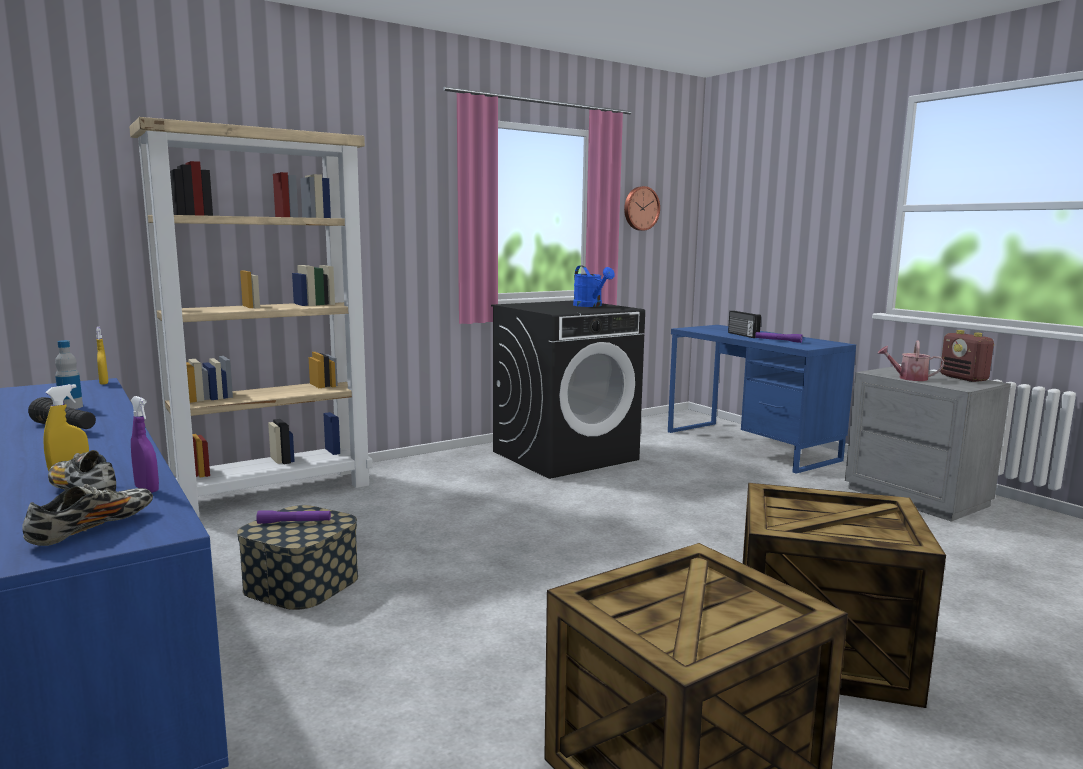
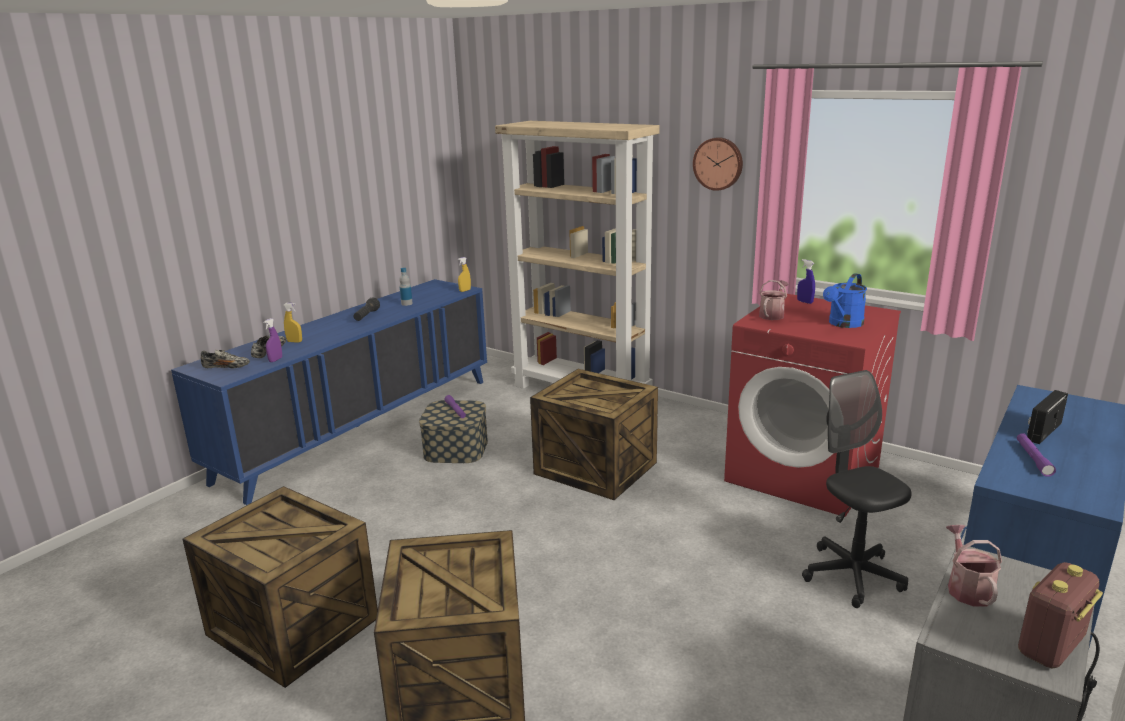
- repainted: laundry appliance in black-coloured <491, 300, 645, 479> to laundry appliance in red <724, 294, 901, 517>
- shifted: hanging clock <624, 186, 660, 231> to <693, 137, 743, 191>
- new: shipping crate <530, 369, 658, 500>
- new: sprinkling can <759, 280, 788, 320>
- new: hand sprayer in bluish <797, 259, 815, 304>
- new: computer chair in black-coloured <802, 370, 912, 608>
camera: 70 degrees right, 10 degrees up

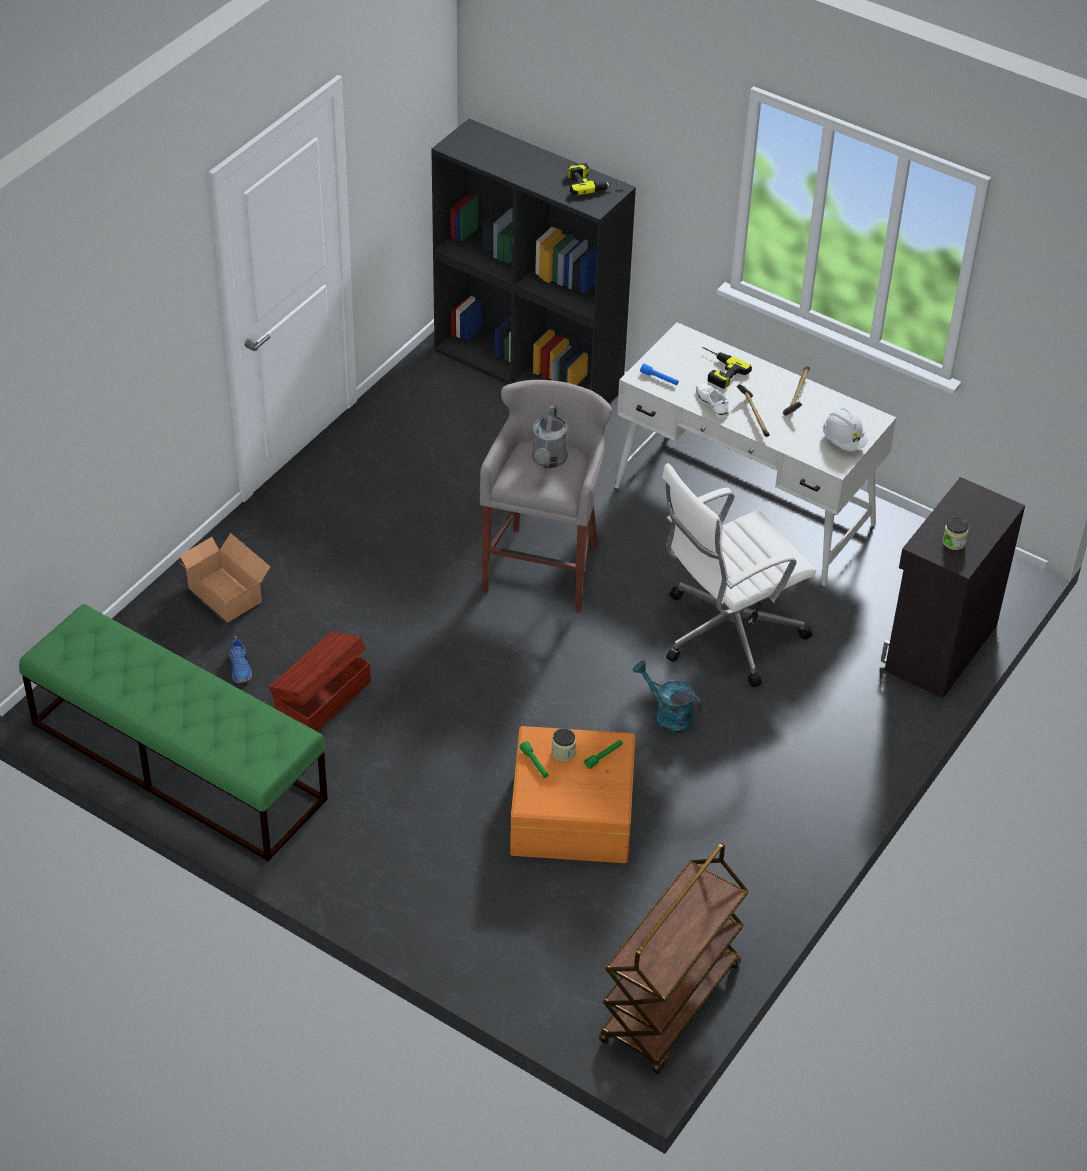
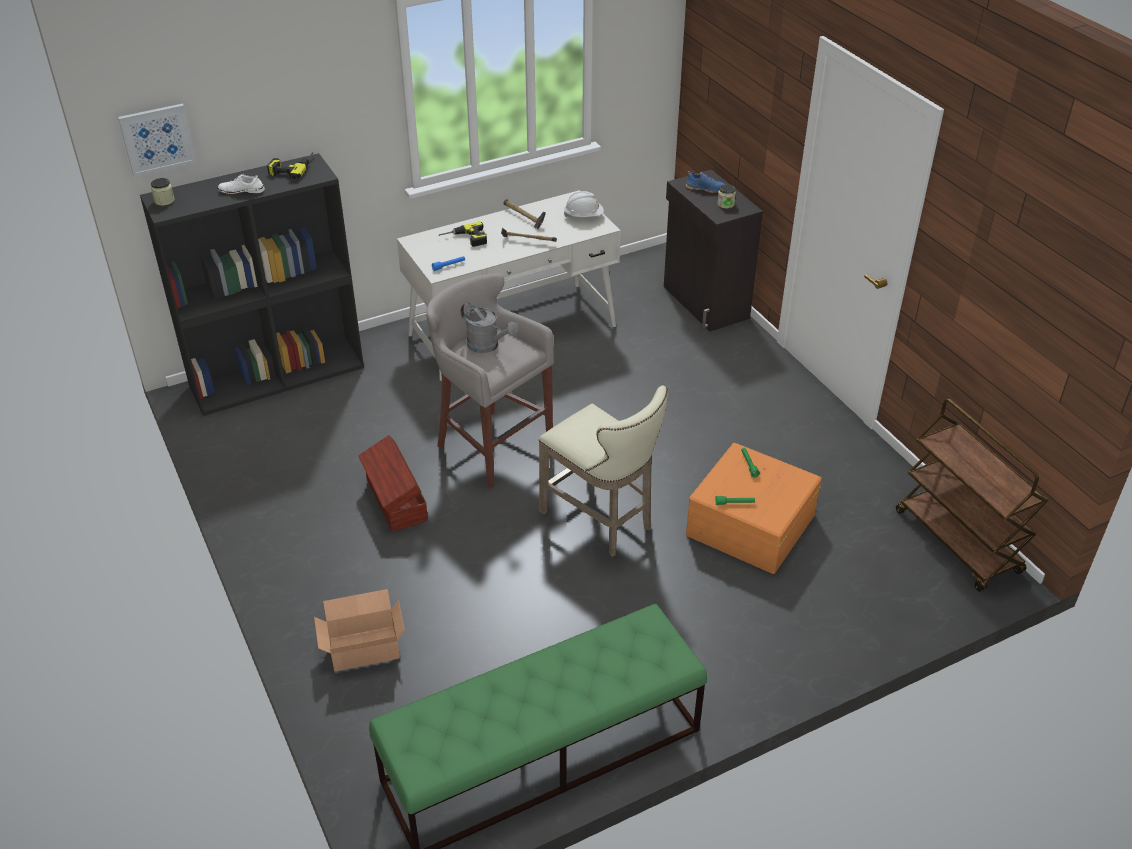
- shifted: low shoe in bluish <230, 636, 252, 683> to <686, 171, 725, 193>
- shifted: storage bin in brown <269, 631, 371, 731> to <358, 435, 428, 532>
- shifted: preserve jar <552, 728, 576, 762> to <151, 178, 175, 206>
- gone: sprinkling can in turquoise <633, 661, 702, 733>
- gone: computer chair in whitish <662, 463, 816, 688>
- shifted: low shoe in whitish <696, 383, 729, 418> to <218, 174, 265, 194>
- new: wall picture <118, 103, 196, 177>
- new: stool seat in beige-coloured <539, 385, 668, 557>
camera: 60 degrees left, 5 degrees down

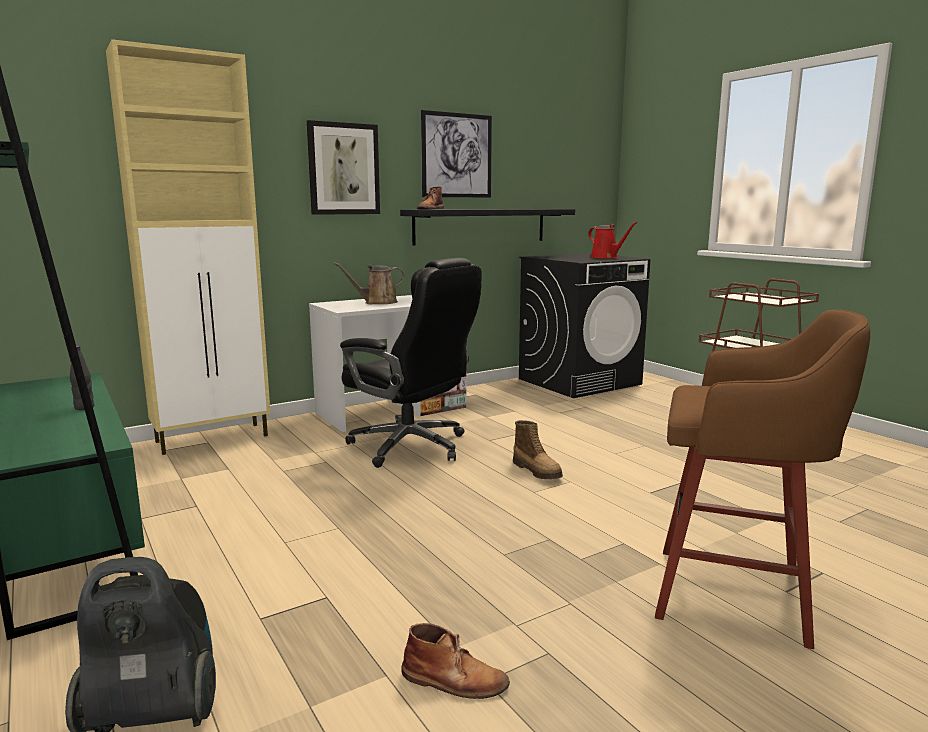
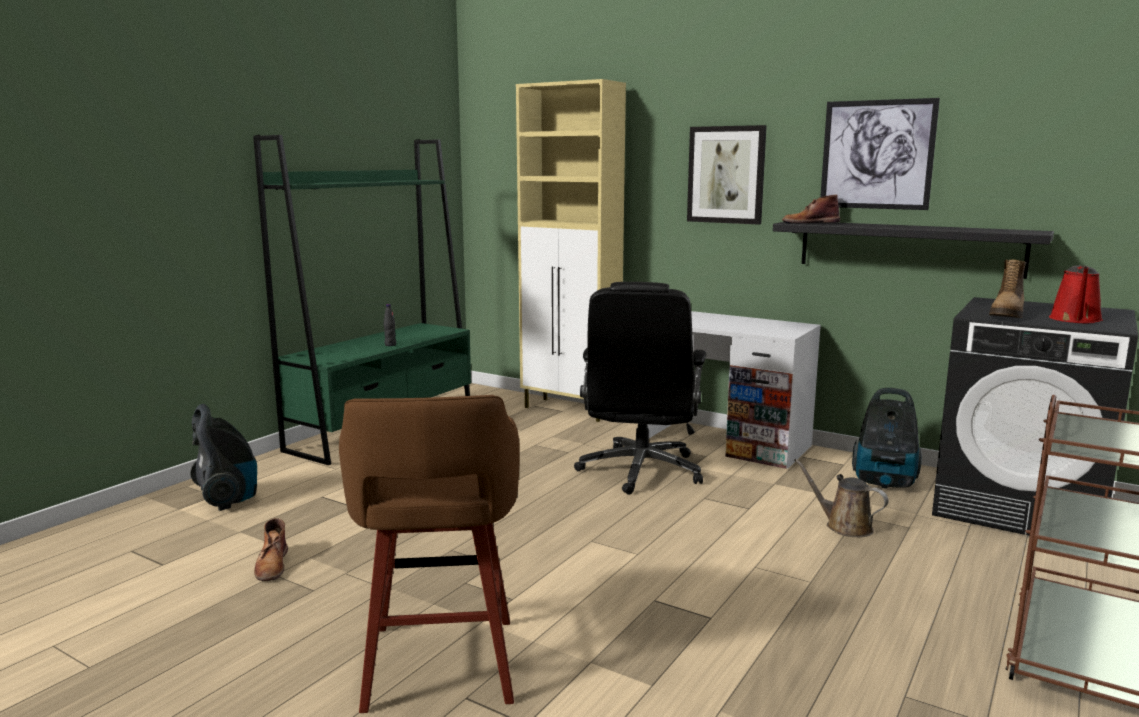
- shifted: sprinkling can in brown <334, 262, 404, 304> to <794, 459, 888, 537>
- shifted: tall boot <513, 420, 563, 479> to <989, 260, 1027, 318>
- new: vacuum cleaner <852, 388, 922, 488>
camera: 65 degrees right, 0 degrees up

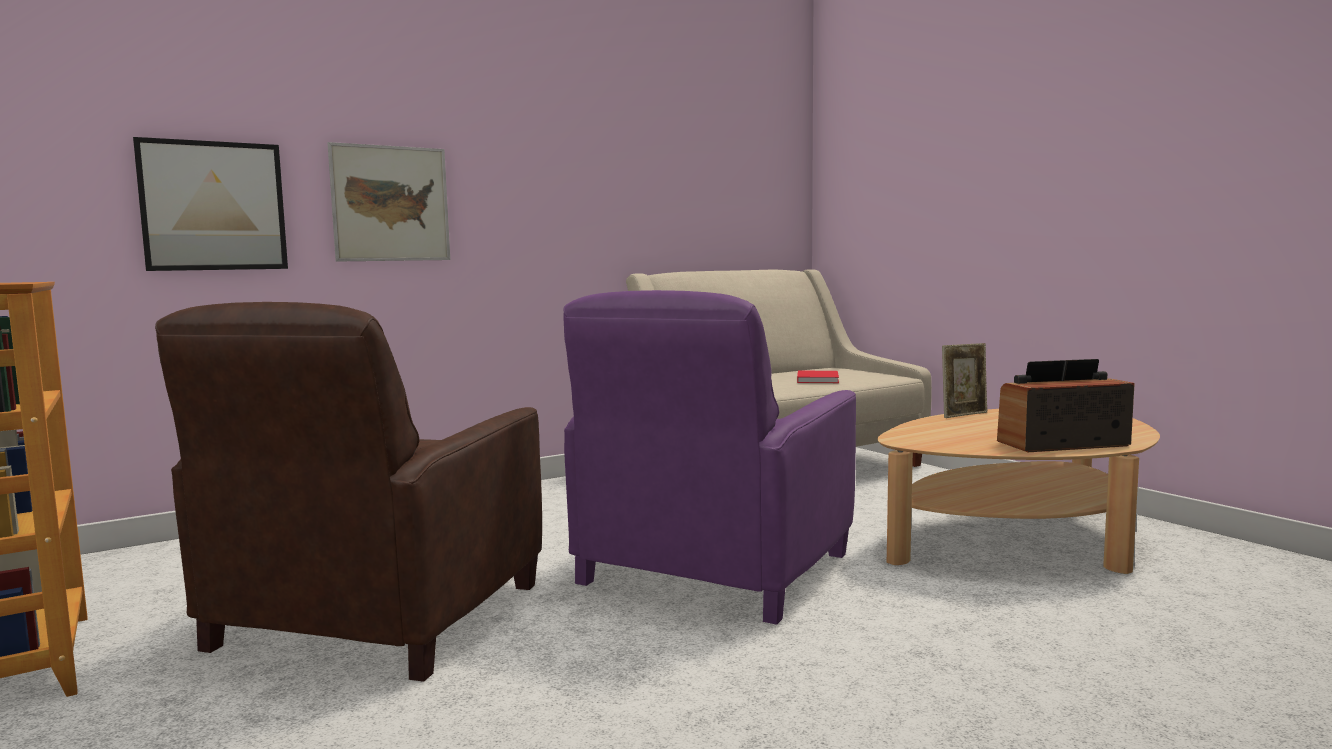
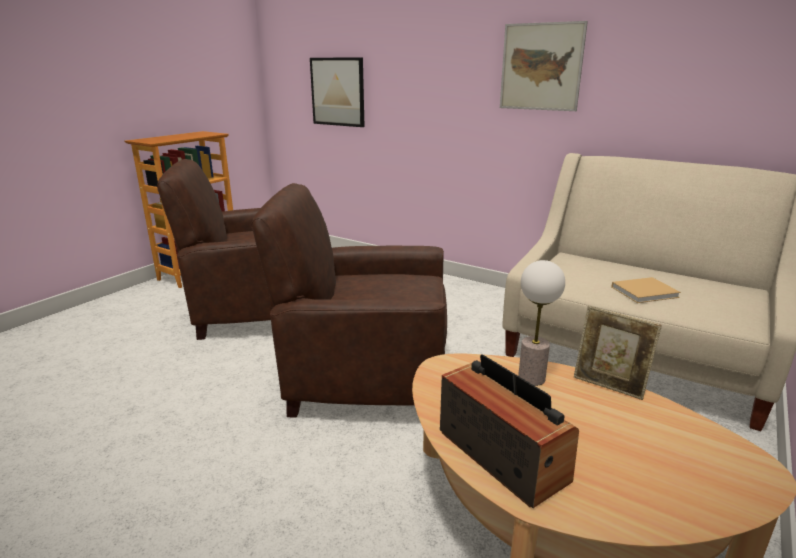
- shifted: wall picture <327, 142, 450, 262> to <500, 21, 588, 111>
- repainted: lounge chair in purple <563, 290, 856, 625> to lounge chair in brown <251, 183, 447, 418>
- repainted: bound book in red <797, 371, 839, 383> to bound book in beige-coloured <611, 277, 681, 303>
- new: tabletop lamp <518, 260, 565, 386>
camera: 65 degrees right, 15 degrees up

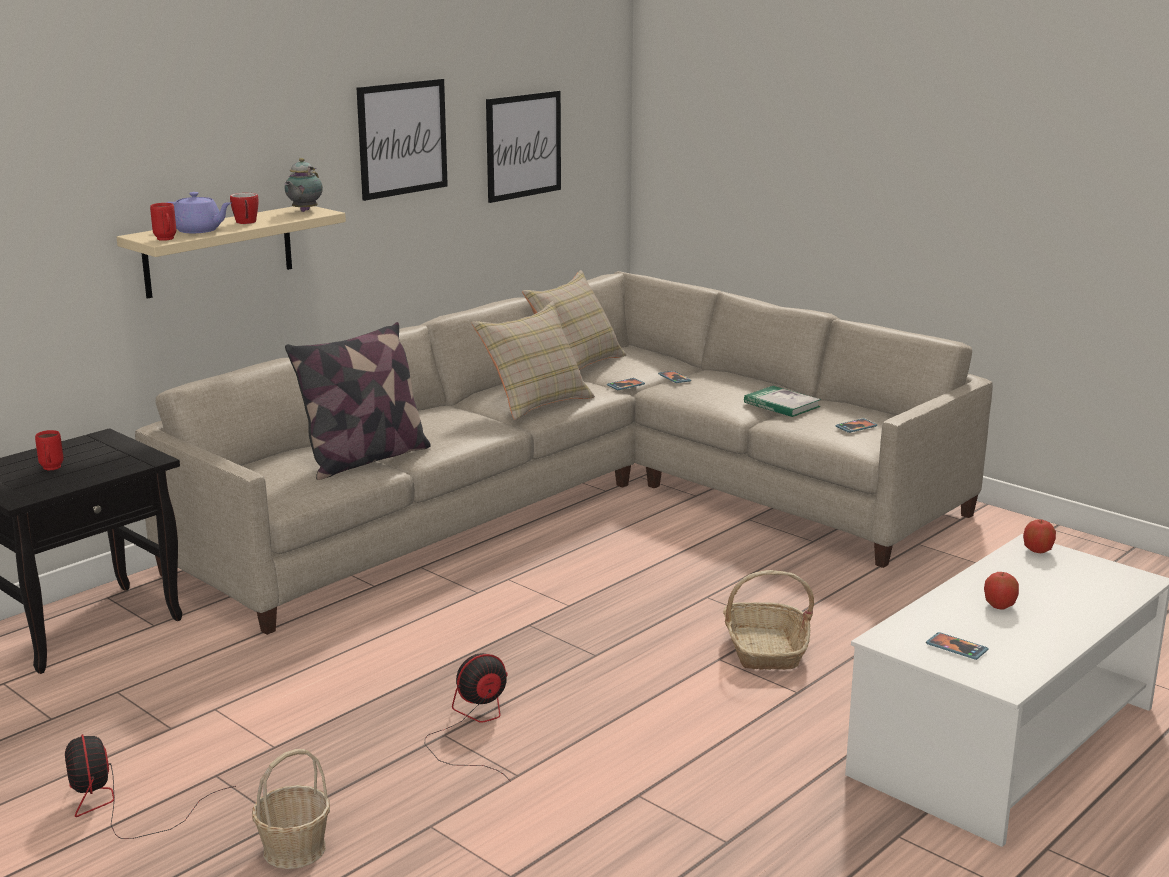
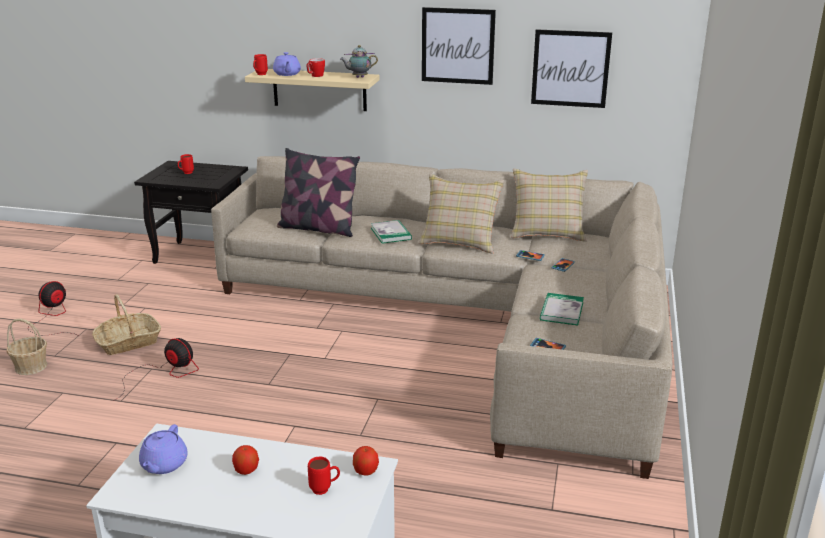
- shifted: basket <723, 570, 814, 670> to <92, 294, 161, 355>
- swapped: handset <926, 632, 989, 660> to teapot in purple <139, 424, 188, 474>
- new: mug in red <308, 457, 340, 495>
- new: bound book <371, 220, 412, 244>
camera: 60 degrees right, 5 degrees up

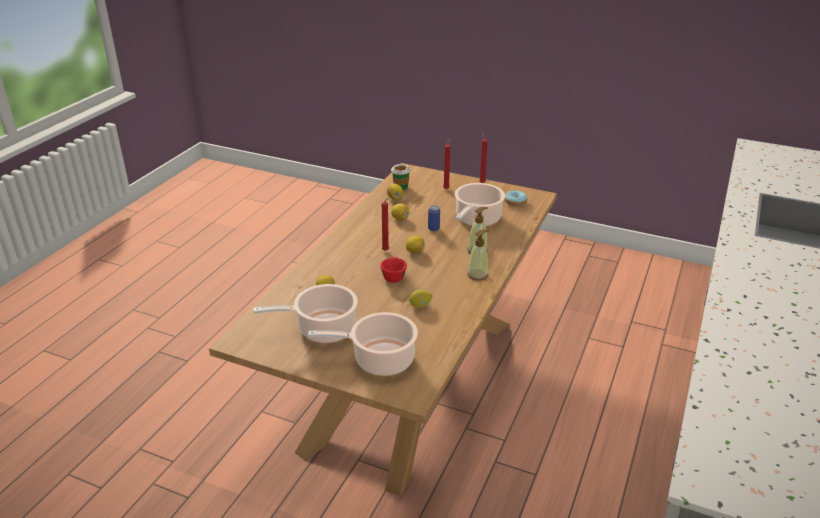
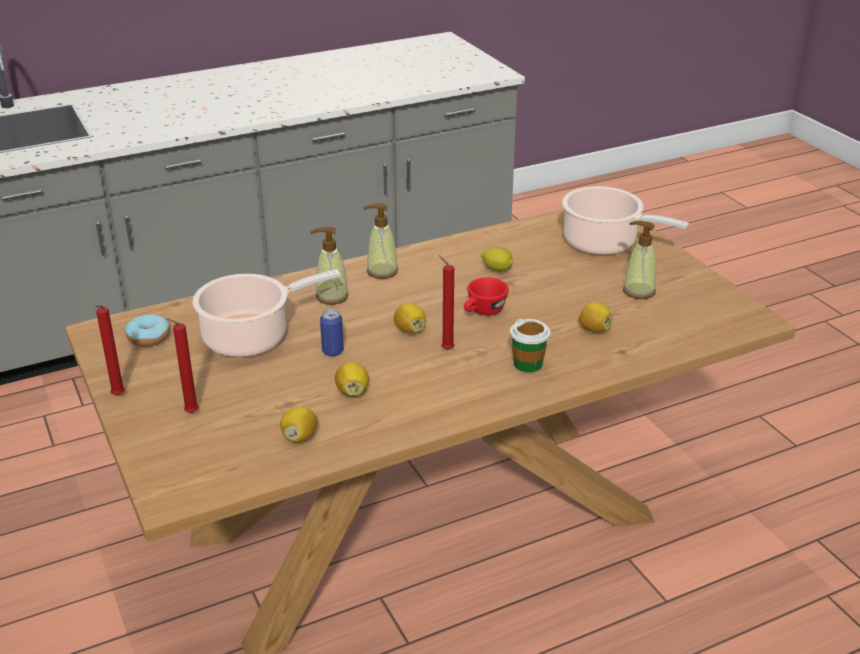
- swapped: saucepot <253, 284, 358, 343> to soap dispenser <623, 221, 656, 299>
- shifted: cup <391, 164, 411, 190> to <510, 318, 551, 373>
camera: 140 degrees left, 0 degrees up

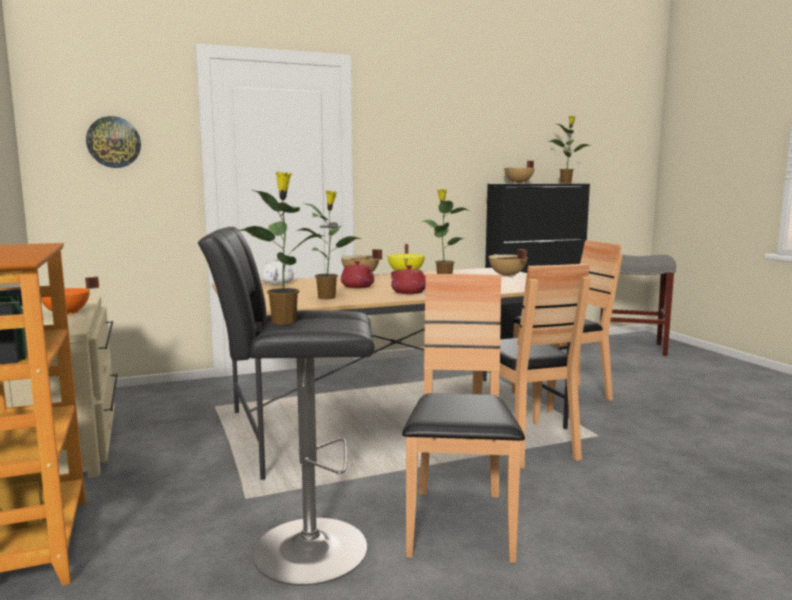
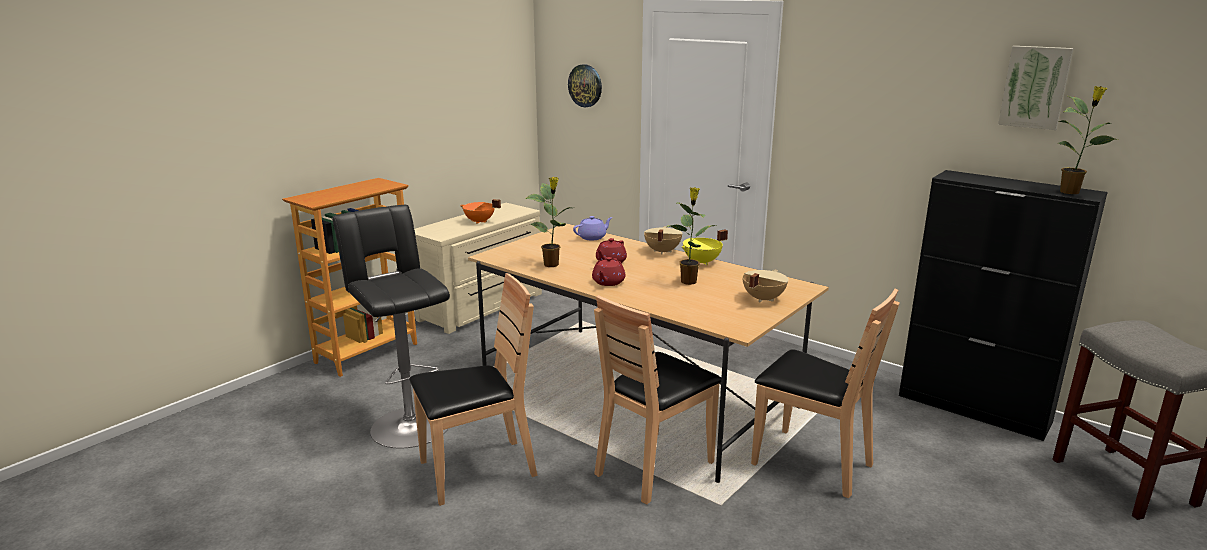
- gone: plant in a pot <238, 172, 323, 325>
- repainted: teapot in whitish <261, 258, 294, 285> to teapot in purple <573, 216, 613, 241>
- gone: saucepot in beige-coloured <504, 161, 535, 184>
- new: wall picture <998, 46, 1074, 130>
camera: 60 degrees right, 10 degrees up

